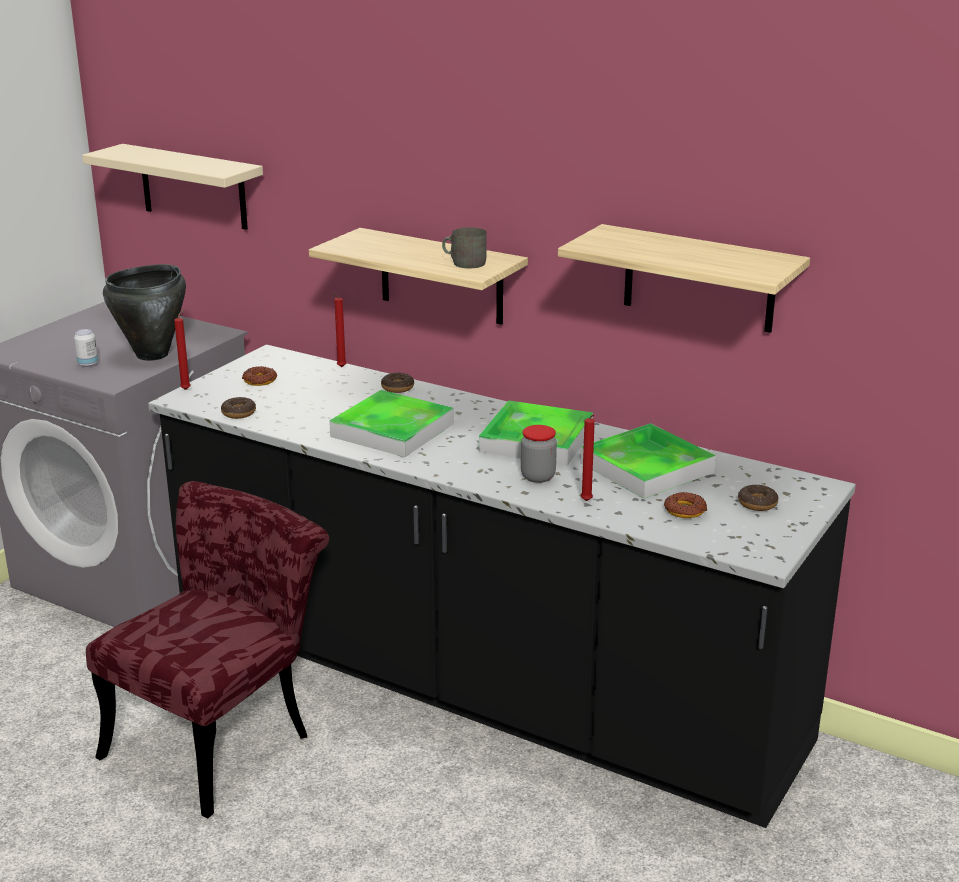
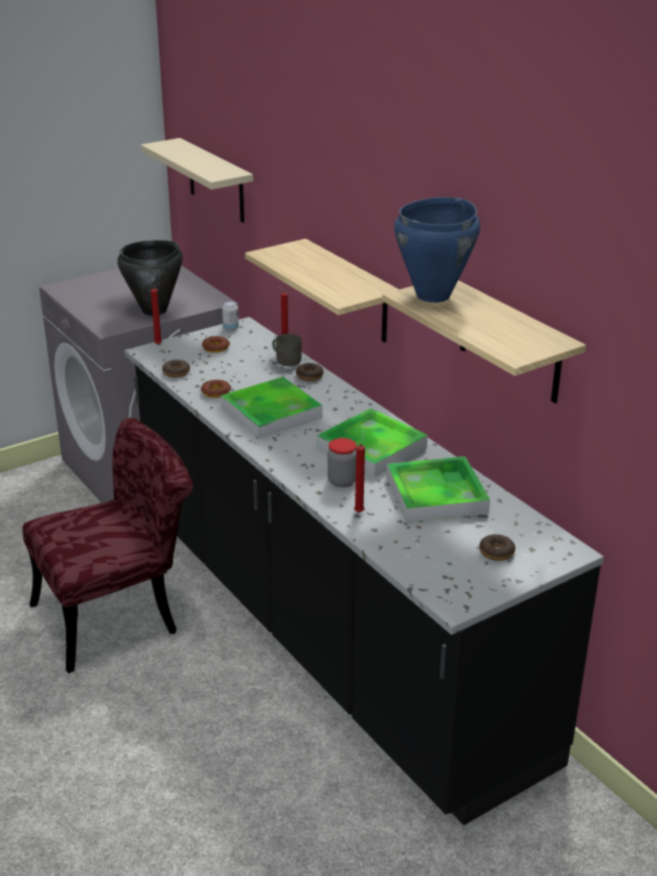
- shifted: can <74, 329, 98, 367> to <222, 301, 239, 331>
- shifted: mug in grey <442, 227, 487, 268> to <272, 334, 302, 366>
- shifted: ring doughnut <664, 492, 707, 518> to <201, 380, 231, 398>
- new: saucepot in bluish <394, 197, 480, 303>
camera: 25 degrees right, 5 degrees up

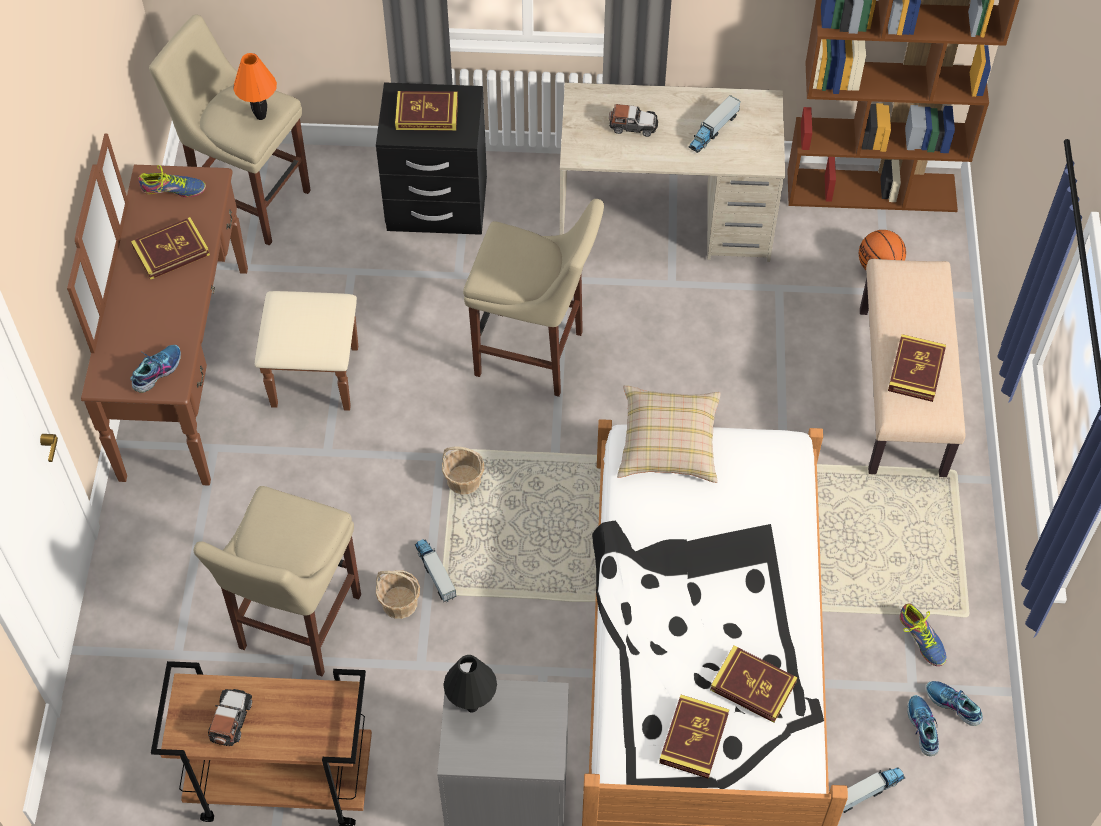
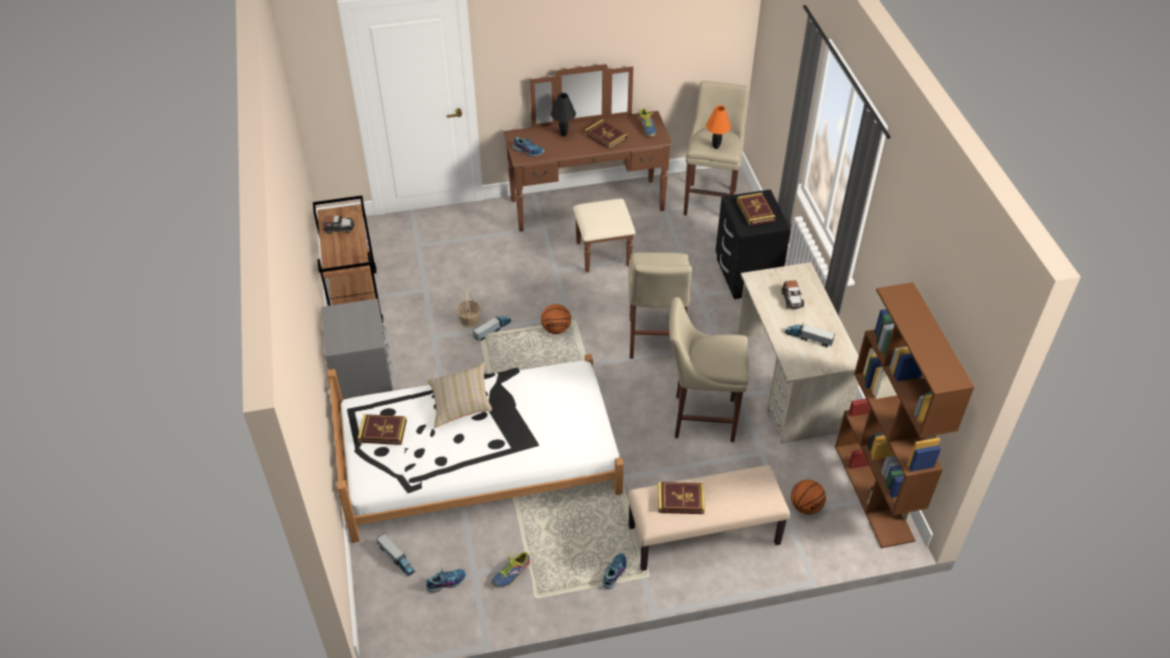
- shifted: stool seat in beige-coloured <194, 486, 361, 677> to <669, 297, 748, 442>
- swapped: basket <442, 446, 484, 495> to basketball ball <541, 304, 571, 334>
- shifted: tabletop lamp in black-coloured <443, 655, 497, 712> to <551, 93, 576, 136>
- shifted: cushion in beige-coloured <617, 385, 721, 483> to <427, 362, 492, 429>
- gone: bound book <710, 646, 798, 723>
- shifted: low shoe <926, 681, 983, 726> to <603, 553, 627, 589>
camera: 75 degrees right, 10 degrees down

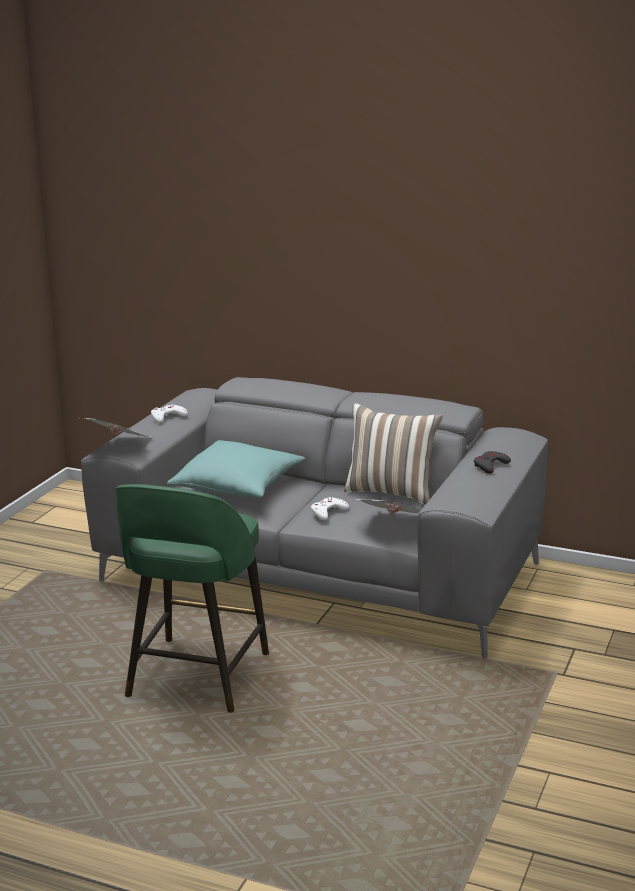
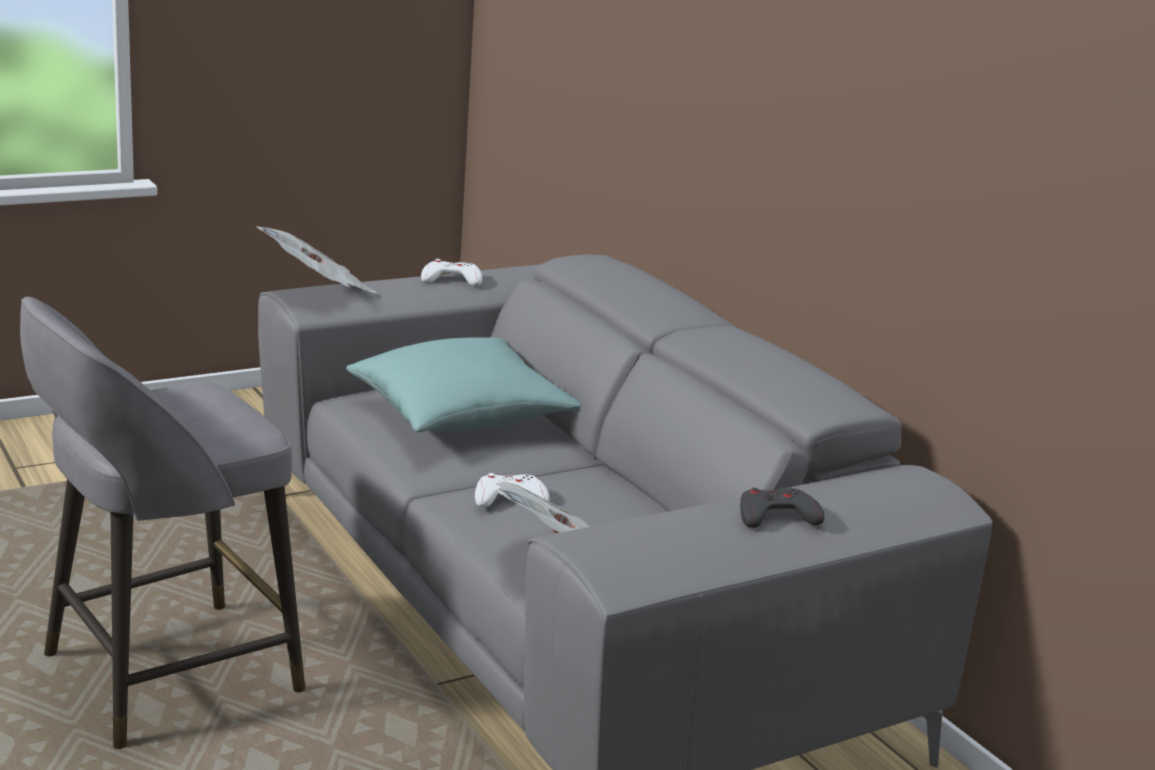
- repainted: stool seat in green <115, 484, 269, 713> to stool seat in grey <20, 297, 305, 749>
- gone: cushion <344, 403, 443, 504>
camera: 35 degrees right, 0 degrees up

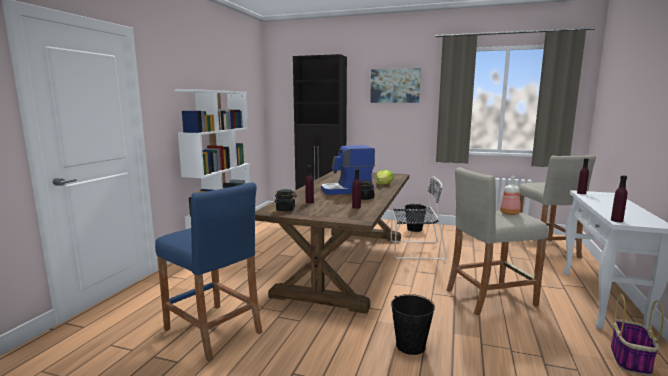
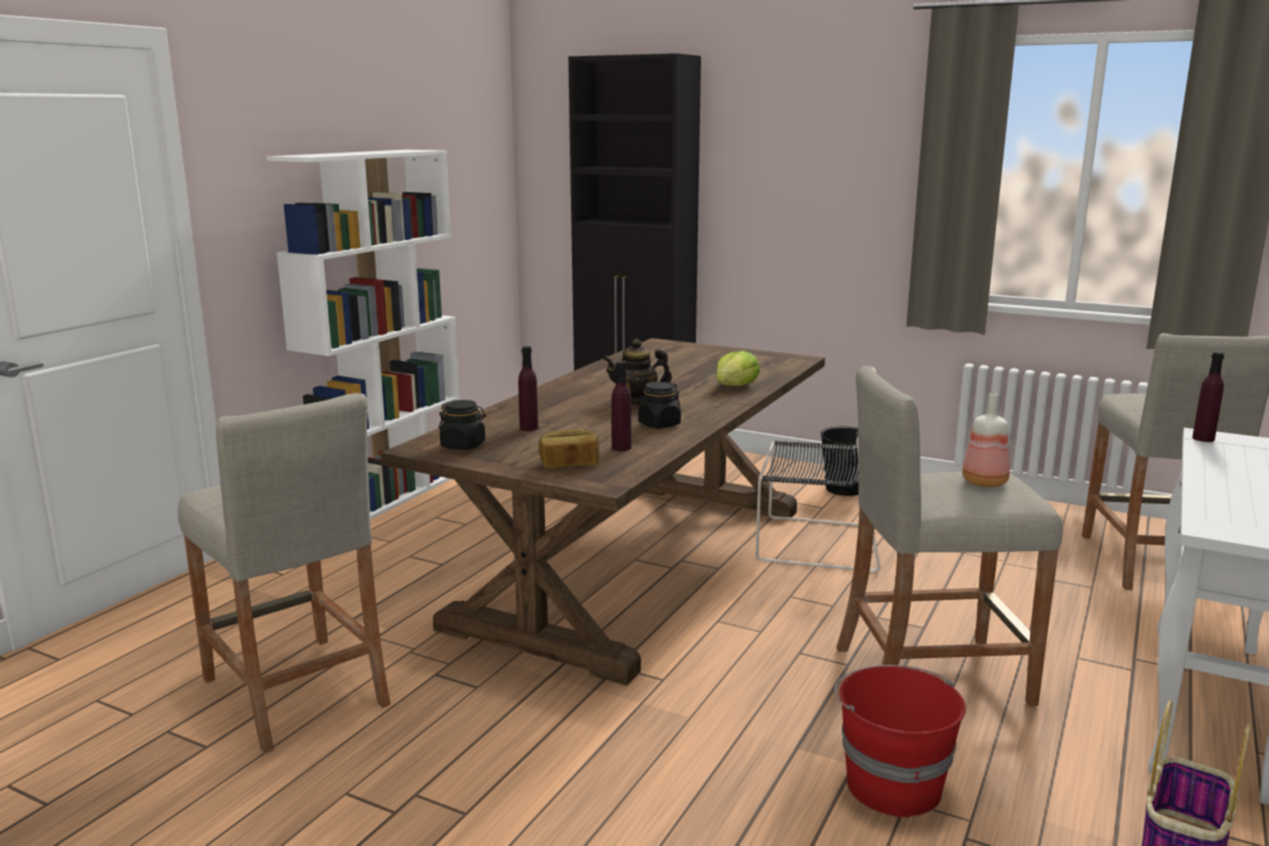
- repainted: stool seat in bluish <155, 182, 263, 362> to stool seat in beige-coloured <178, 393, 390, 754>
- swapped: coffee brewer <321, 145, 375, 195> to teapot <603, 339, 672, 405>
- gone: wall picture <370, 68, 421, 103>
- gone: pail in black-coloured <391, 294, 435, 355>
- gone: bottle in purple <611, 175, 627, 222>
- new: bread <538, 429, 599, 468>
- new: pail in red <834, 665, 966, 818>
camera: 10 degrees right, 5 degrees up

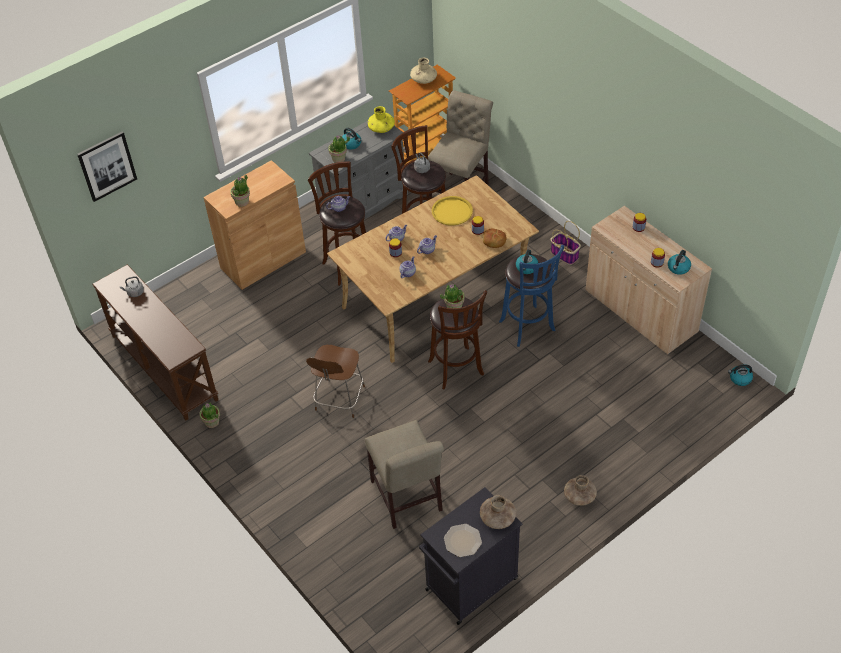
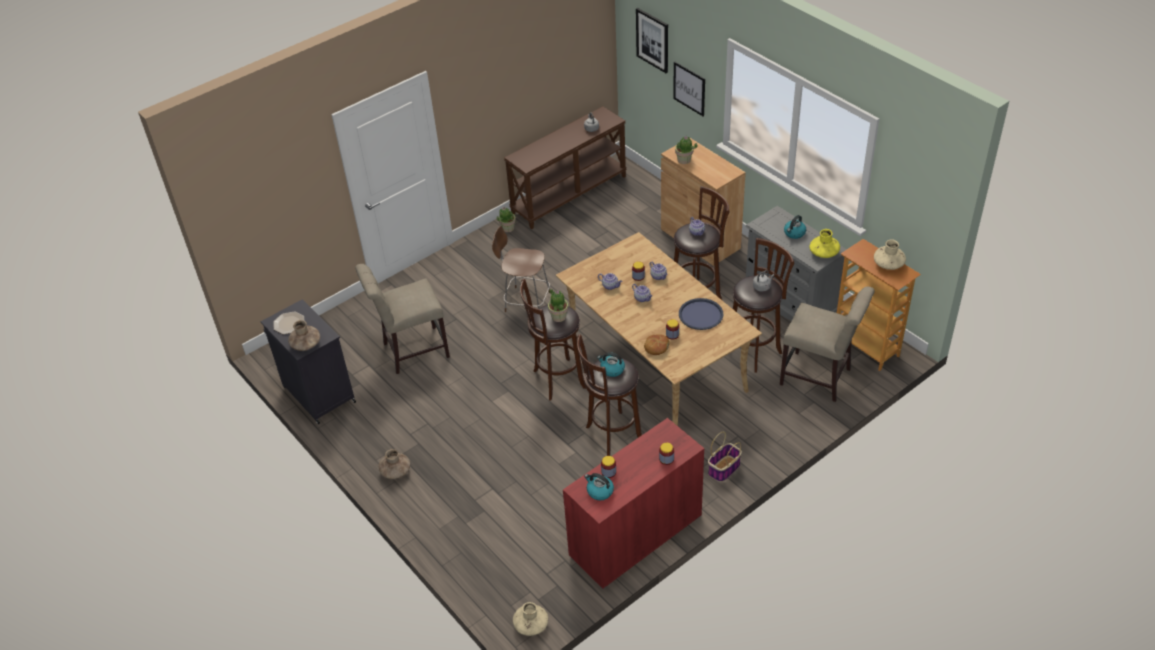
- gone: plant in a pot <328, 135, 350, 163>
- repainted: carrying tray in yellow <431, 196, 473, 225> to carrying tray in bluish <679, 298, 723, 330>
- repainted: stool seat in bluish <499, 245, 564, 347> to stool seat in brown <577, 334, 642, 456>
- repainted: storage cabinet in beige-coloured <586, 206, 712, 354> to storage cabinet in red <563, 418, 705, 589>
- swapped: water kettle <728, 365, 753, 386> to vase in beige-coloured <513, 602, 548, 636>
- new: wall picture <673, 61, 705, 117>
camera: 90 degrees right, 5 degrees down

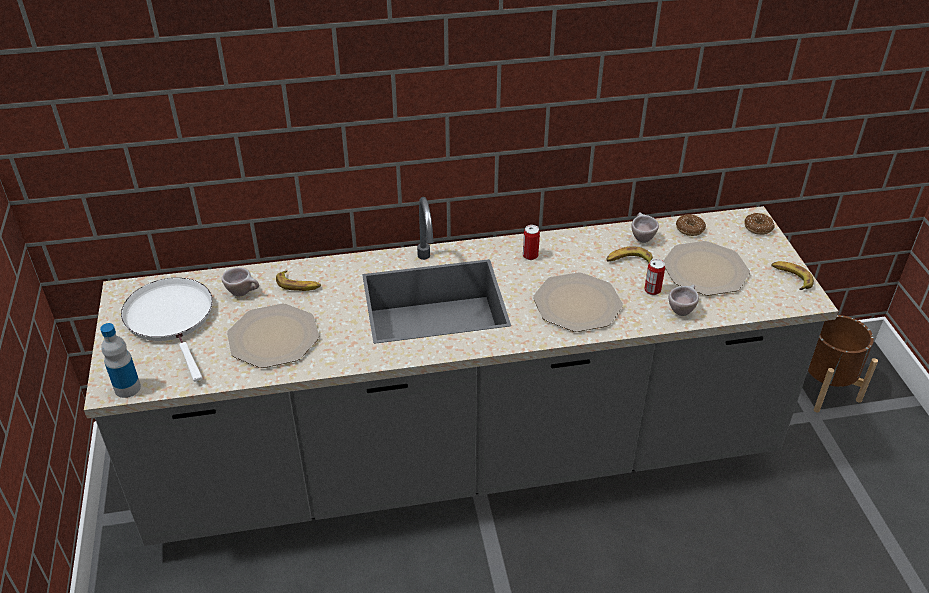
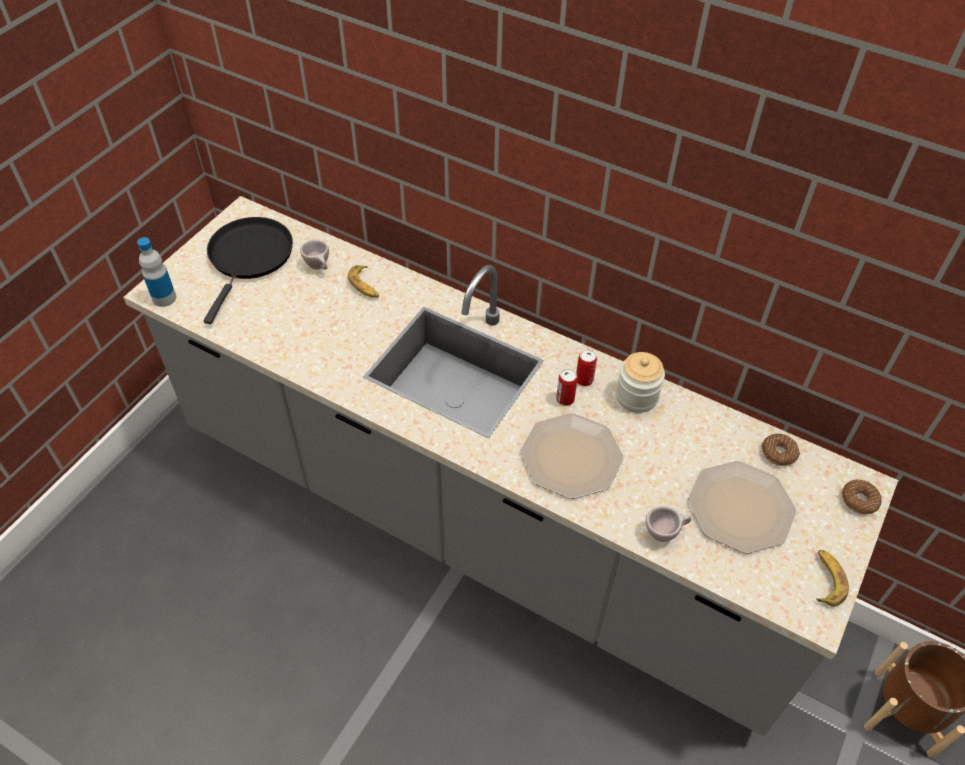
- repainted: frying pan in whitish <121, 278, 213, 382> to frying pan in black-coloured <204, 217, 293, 324>
- gone: dinner plate <227, 303, 319, 368>
- gone: banana fruit <606, 246, 653, 265>
- gone: cup in beige-coloured <631, 212, 659, 243>
- shifted: can <644, 259, 665, 295> to <556, 368, 577, 406>
- new: preserve jar <616, 352, 665, 413>
camera: 40 degrees right, 10 degrees up

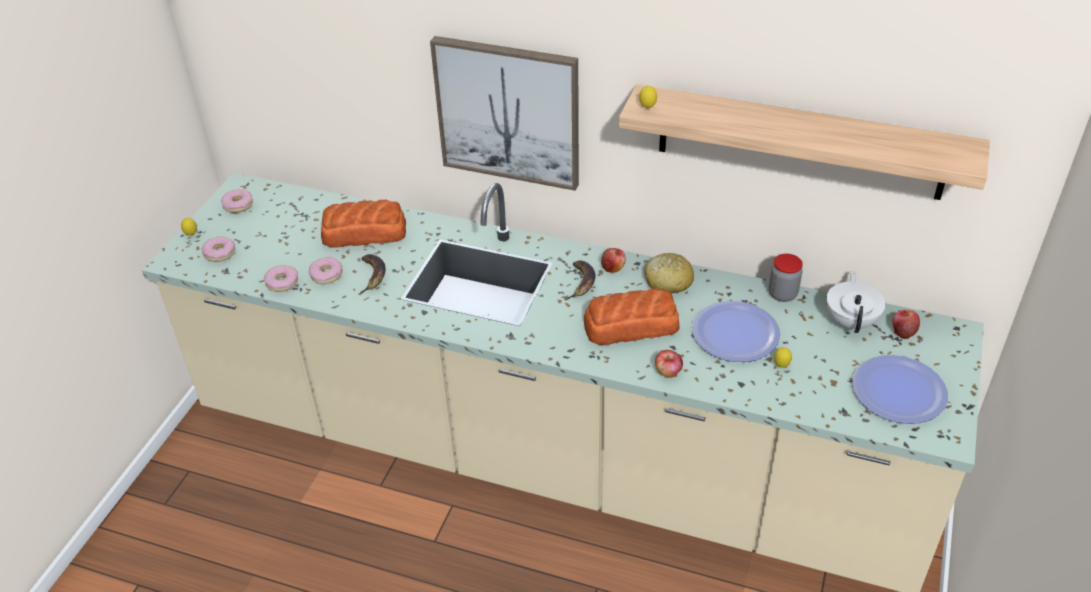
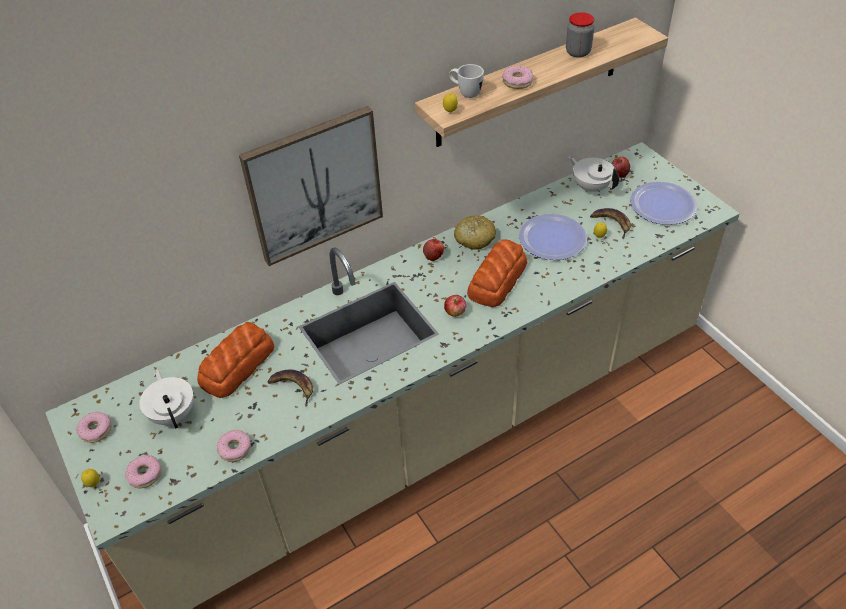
- shifted: ring doughnut <309, 257, 343, 284> to <502, 66, 533, 89>
- shifted: banana fruit <564, 260, 595, 300> to <590, 208, 631, 239>
- shifted: whole apple <655, 350, 683, 378> to <444, 295, 466, 317>
- shifted: preserve jar <769, 254, 803, 302> to <566, 12, 594, 58>
- new: teapot in whitish <139, 369, 194, 428>
- new: mug in whitish <449, 64, 484, 98>
camera: 50 degrees left, 5 degrees up

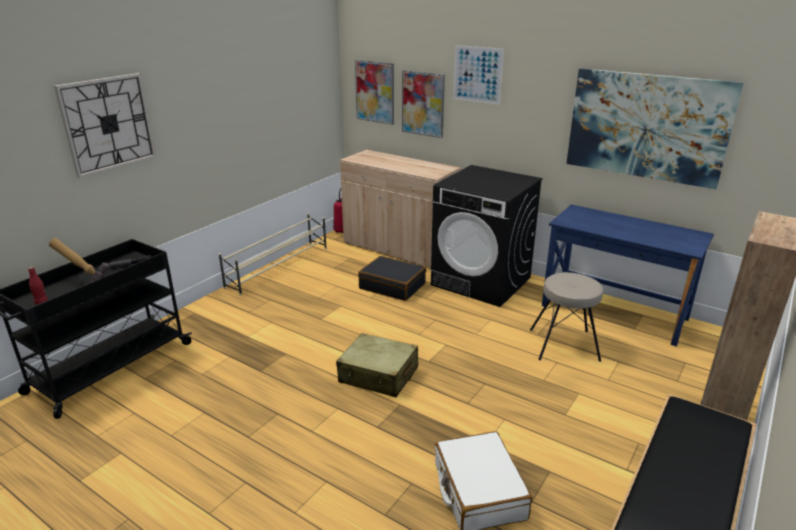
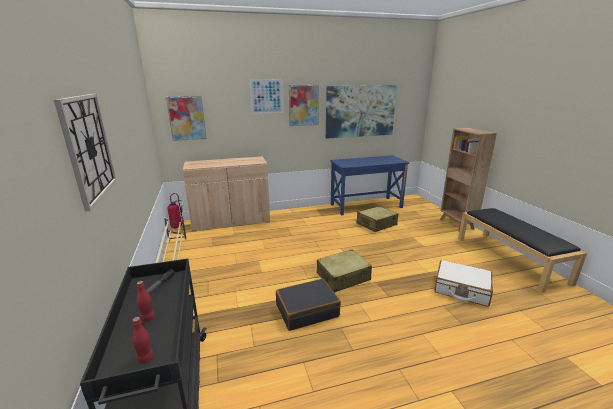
- swapped: hammer <49, 238, 110, 283> to bottle in red <137, 281, 155, 322>
- shifted: travel case in black-coloured <358, 256, 426, 301> to <276, 278, 341, 331>
- shifted: wall picture <402, 70, 445, 138> to <289, 85, 319, 126>
- gone: laundry appliance in black-coloured <431, 165, 543, 307>
- swapped: stool seat in beige-coloured <530, 272, 603, 362> to travel case in beige-coloured <356, 206, 398, 232>
camera: 50 degrees left, 5 degrees down

